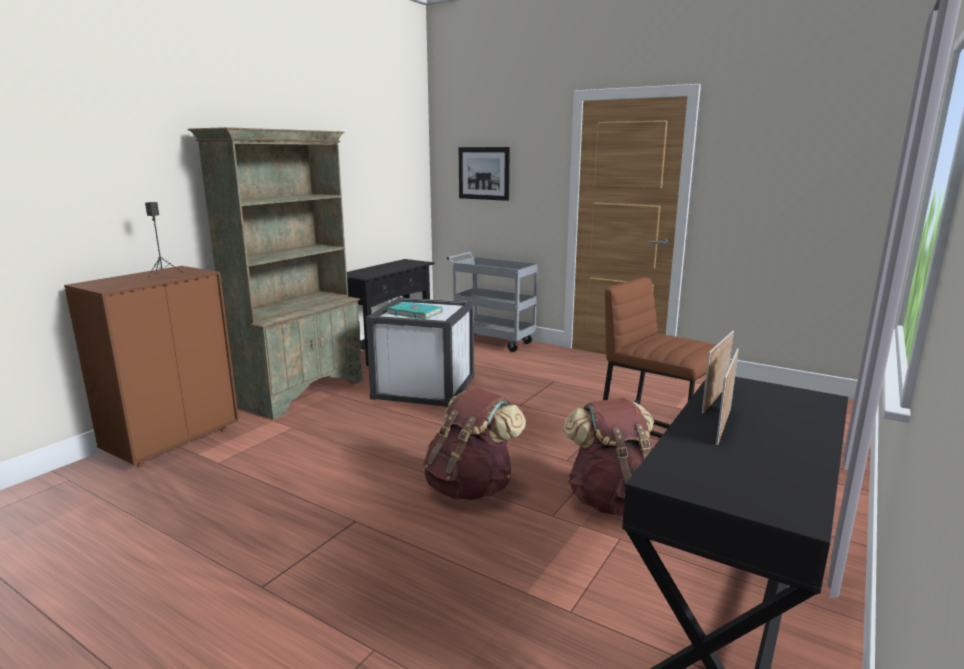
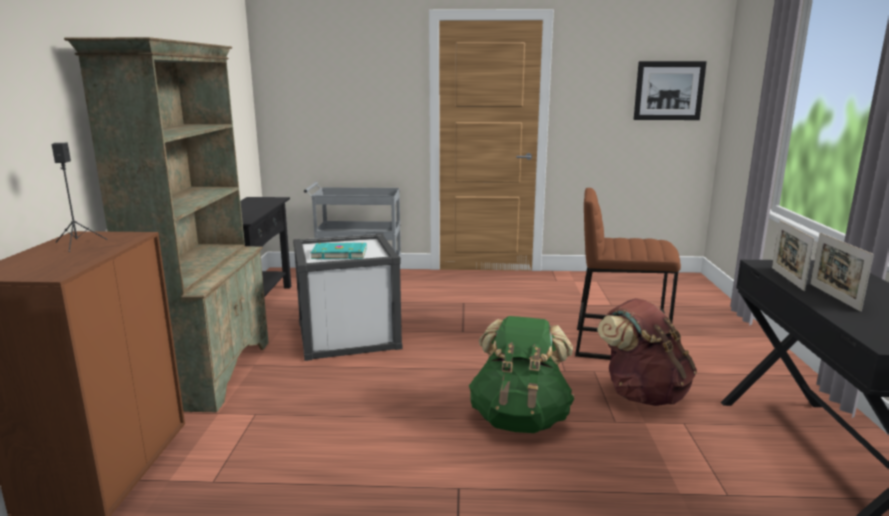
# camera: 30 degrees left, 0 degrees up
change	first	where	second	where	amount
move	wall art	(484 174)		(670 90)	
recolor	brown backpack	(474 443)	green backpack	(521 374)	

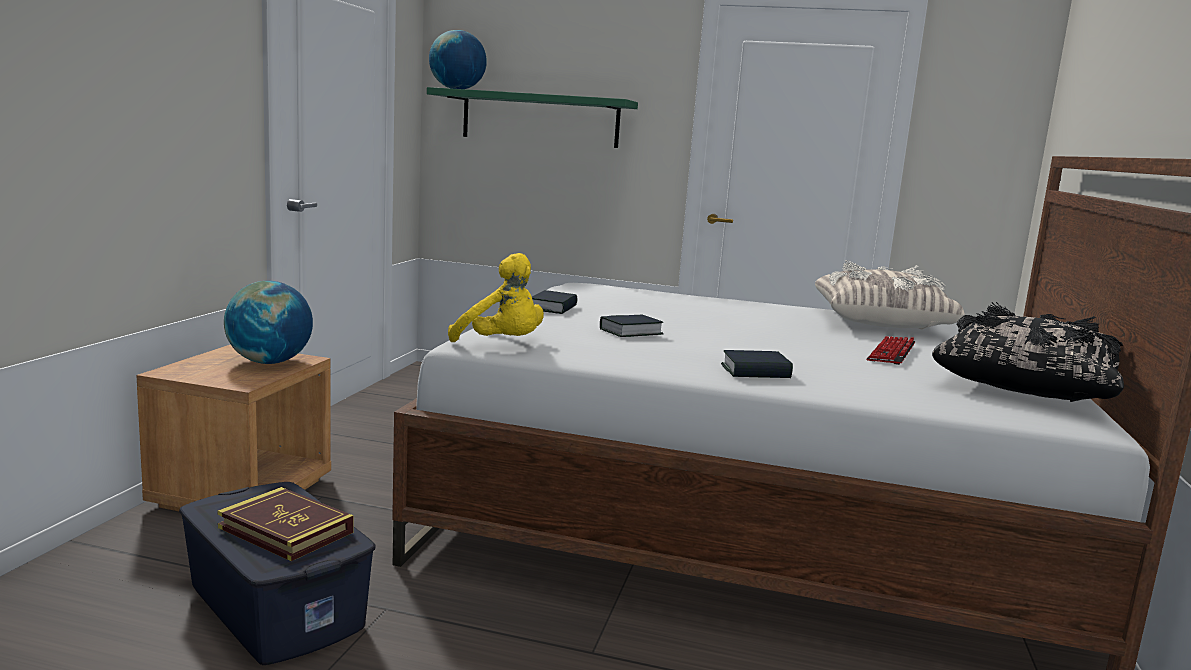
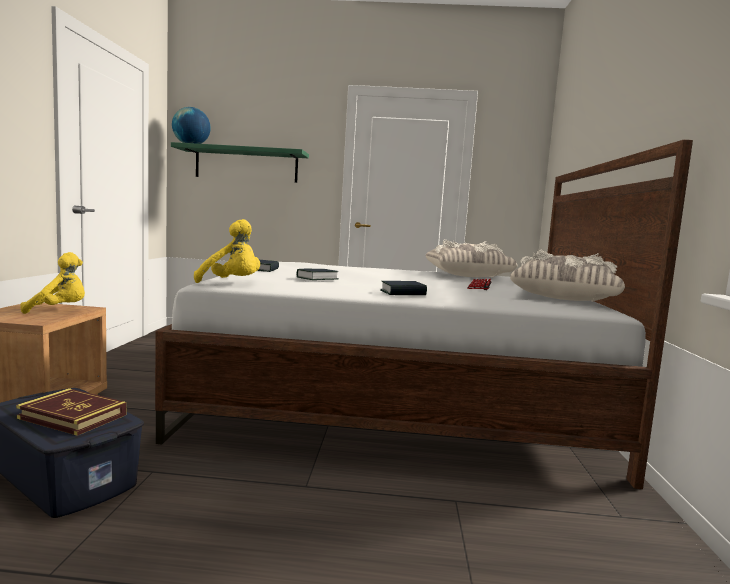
# camera: 10 degrees left, 5 degrees down
change	first	where	second	where	amount
replace	globe	(268 322)	yellow-coloured cuddly toy	(52 283)	
recolor	blackish pillow	(1028 352)	beige pillow	(567 275)	

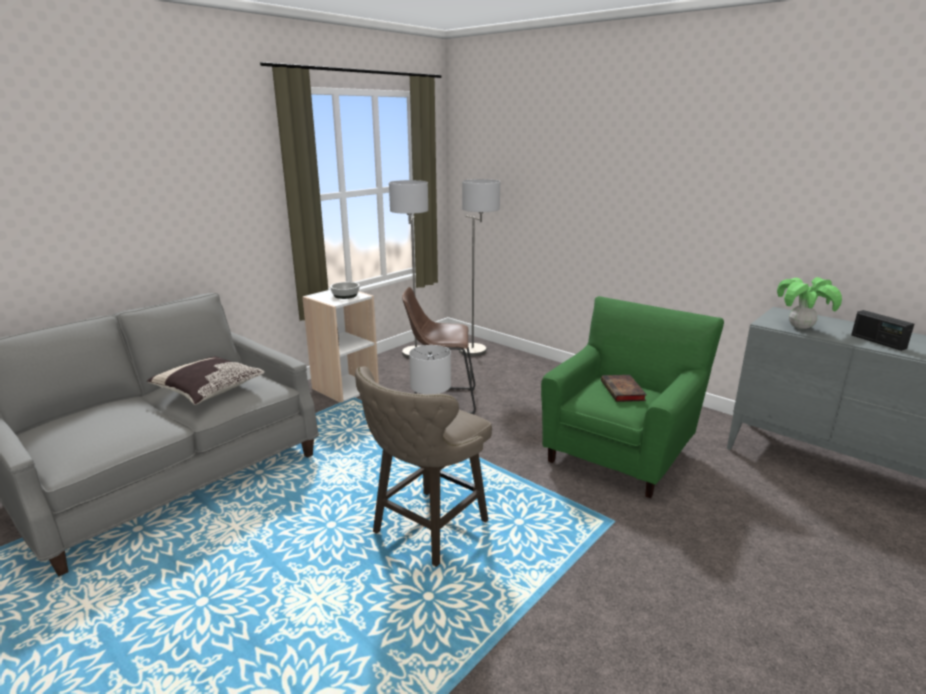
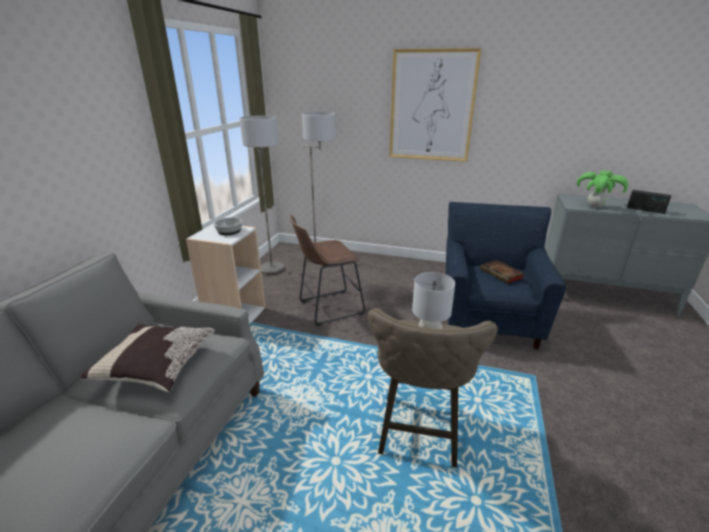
# camera: 25 degrees left, 5 degrees up
change	first	where	second	where	amount
insert			wall art	(435 105)	
recolor	green easy chair	(632 397)	blue easy chair	(506 275)	

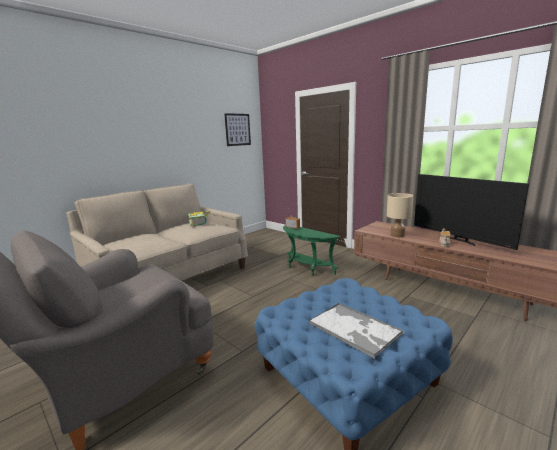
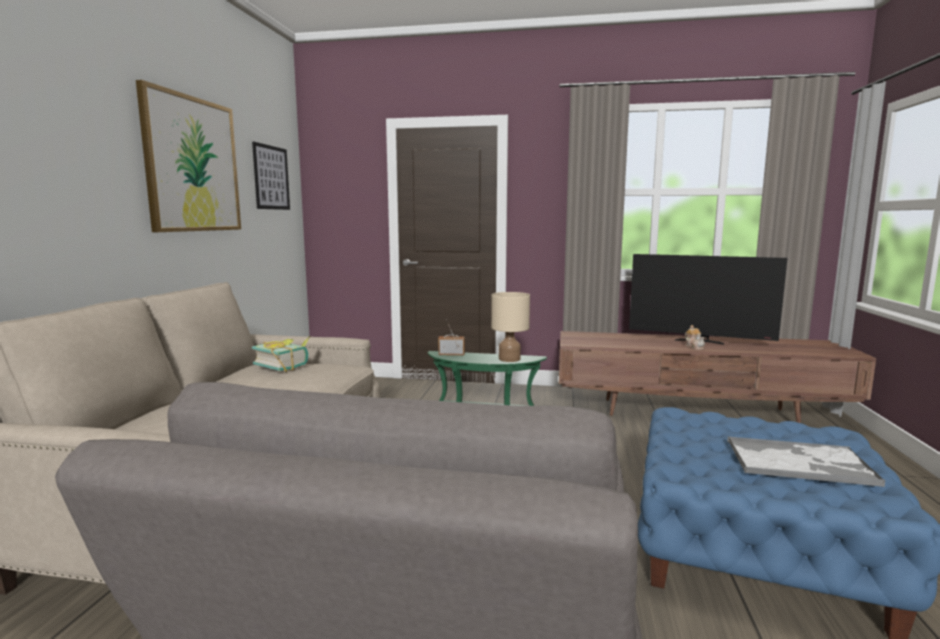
# camera: 35 degrees left, 5 degrees down
change	first	where	second	where	amount
insert			wall art	(188 156)	
move	beige tabletop lamp	(400 215)		(510 327)	

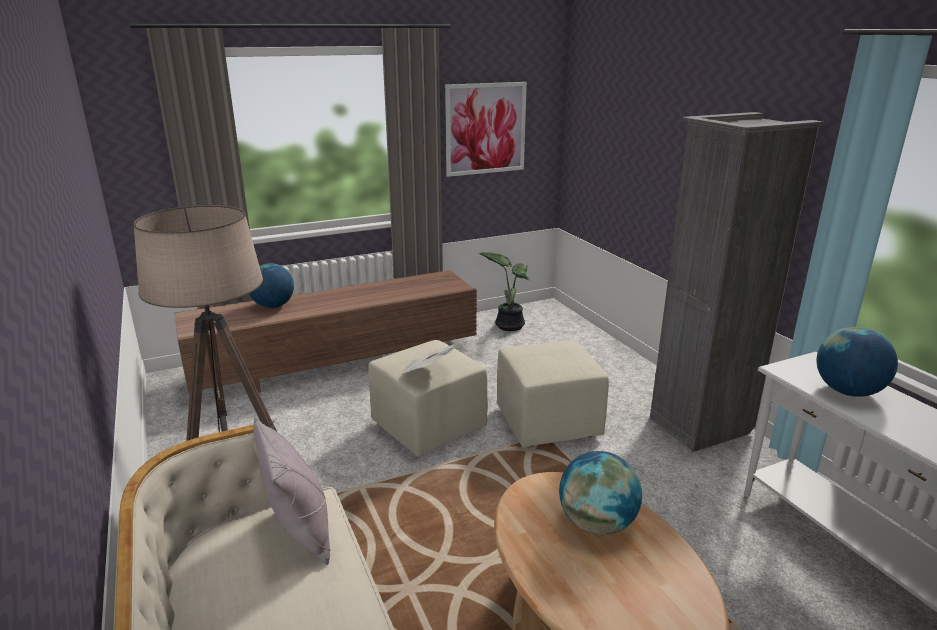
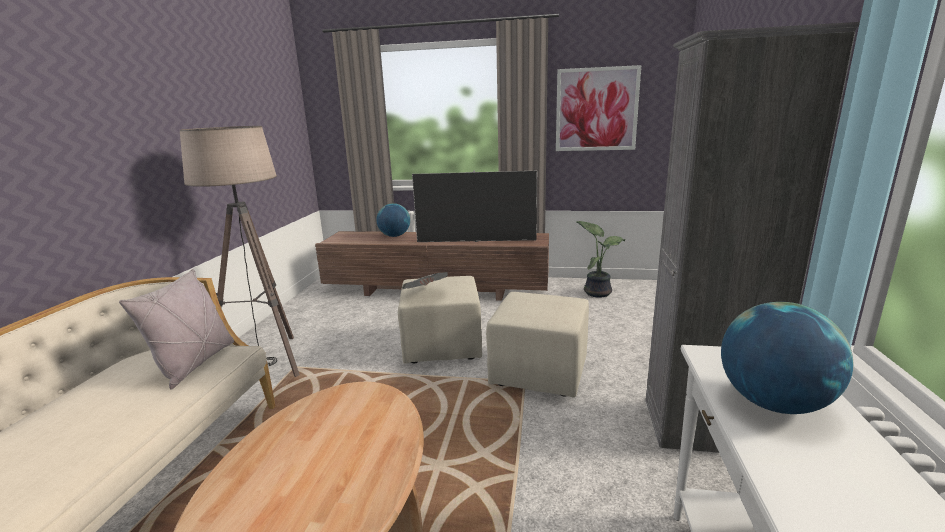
# camera: 35 degrees right, 5 degrees down
change	first	where	second	where	amount
delete	globe	(600 493)			
insert			TV set	(474 206)	

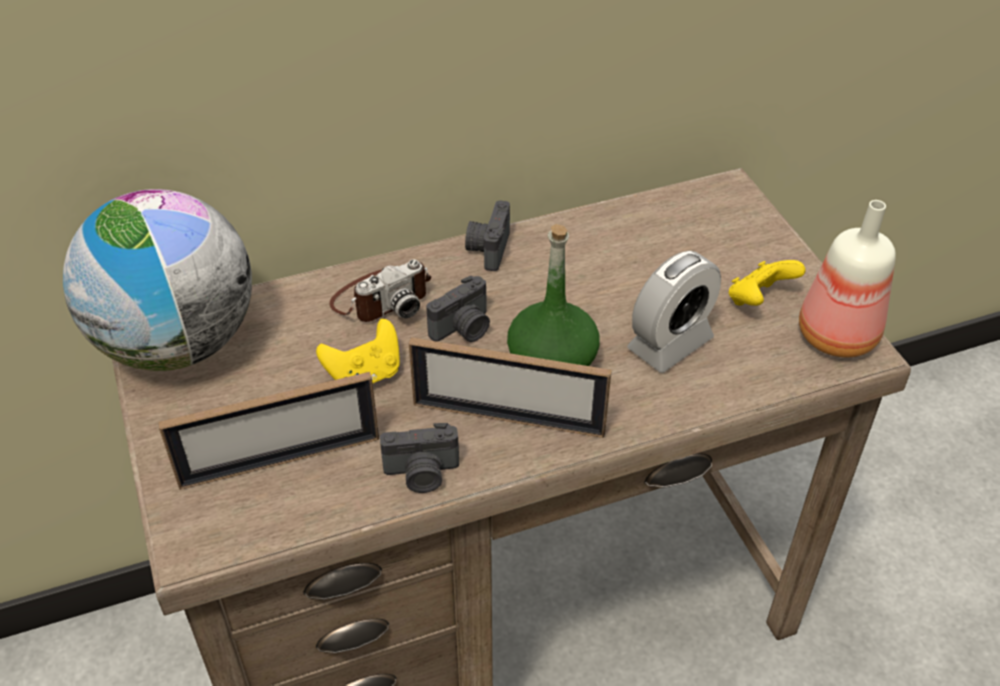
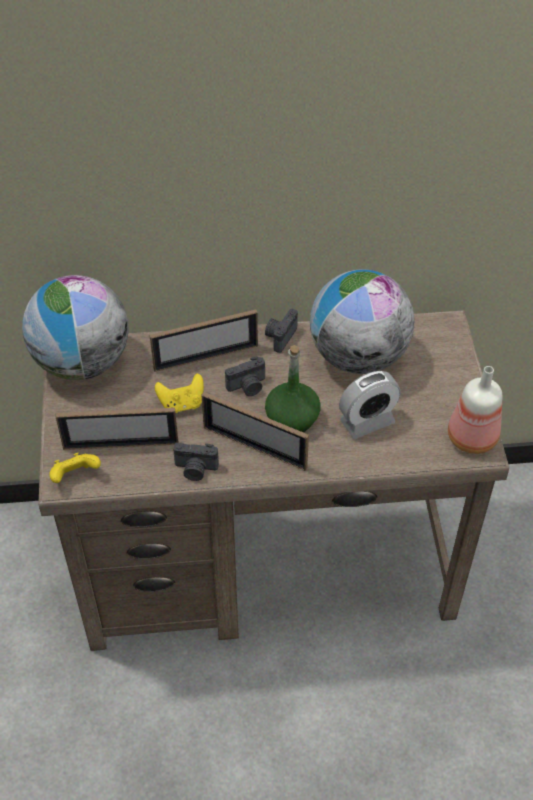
# camera: 15 degrees right, 5 degrees up
change	first	where	second	where	amount
insert			globe	(362 321)	
move	yellow-coloured game controller	(767 283)		(75 468)	
replace	still camera	(380 290)	picture frame	(203 340)	

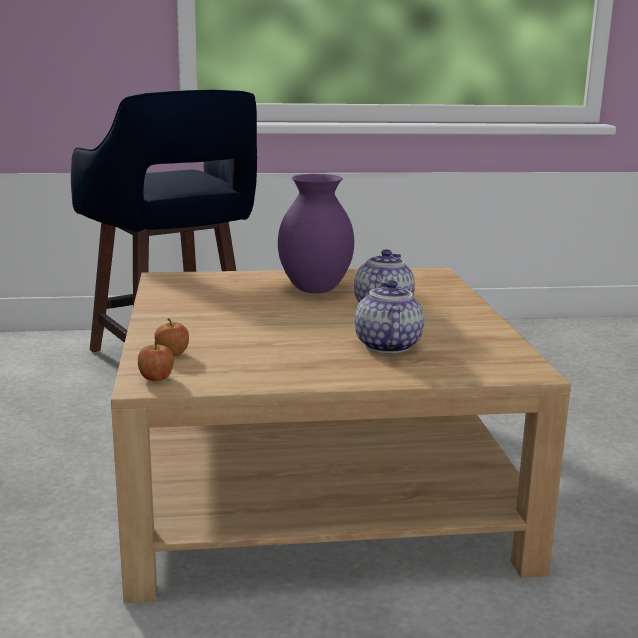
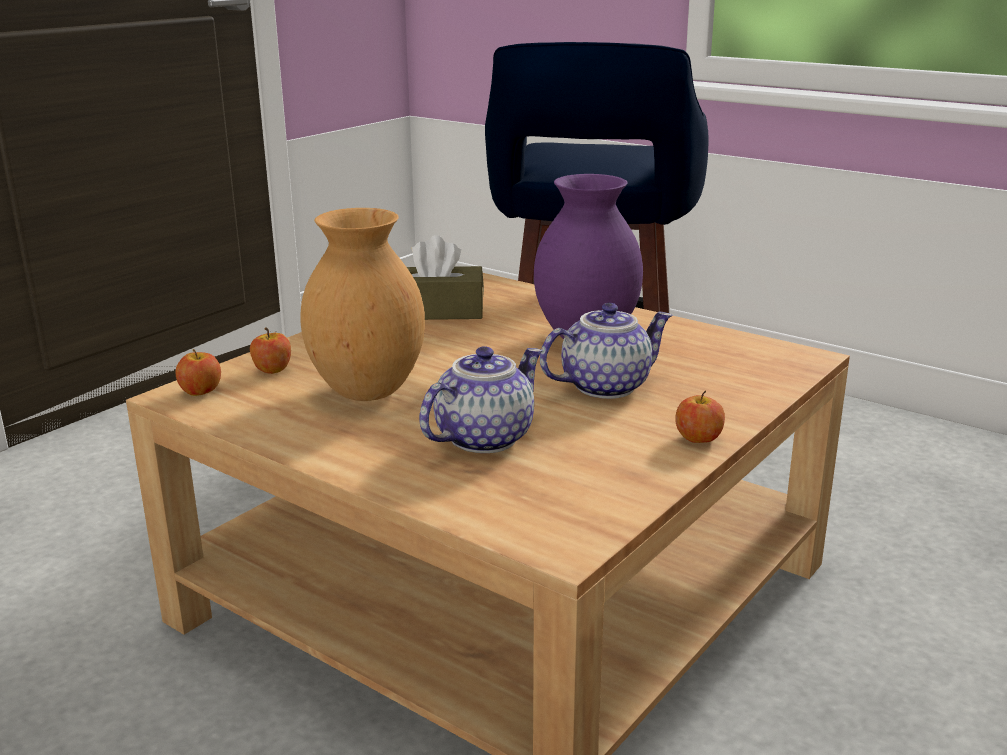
# camera: 45 degrees right, 5 degrees up
change	first	where	second	where	amount
insert			brown flower vase	(362 304)	
insert			brown tissue box	(445 277)	
insert			apple fruit	(700 416)	

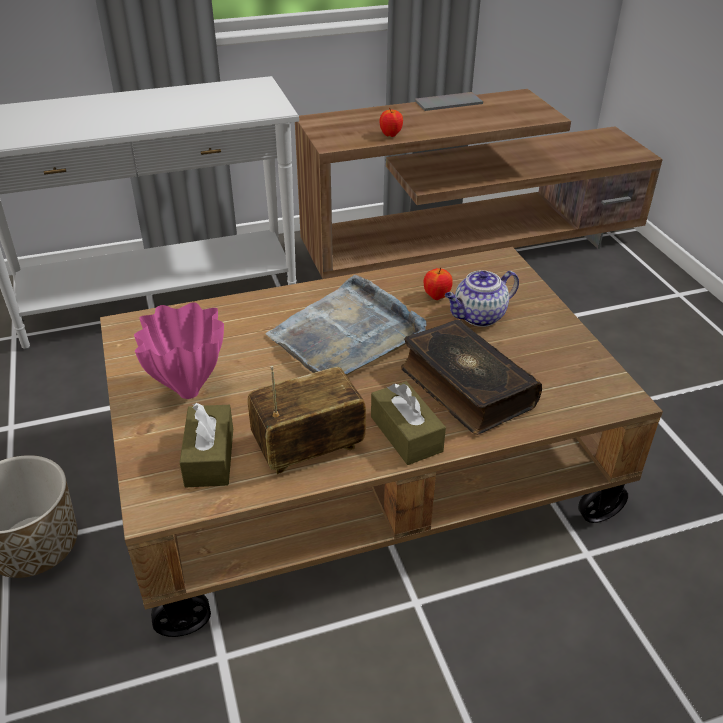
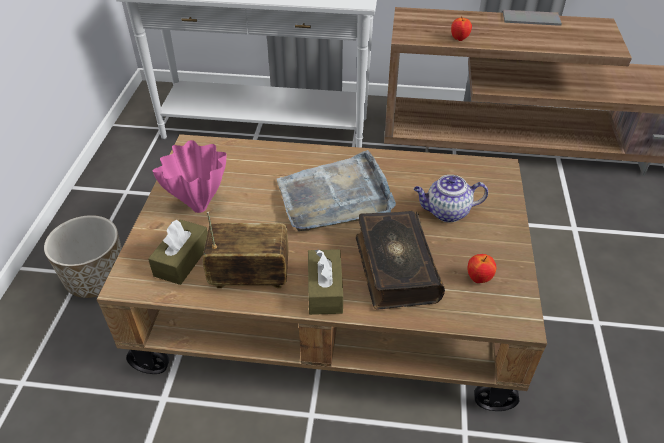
# camera: 25 degrees right, 5 degrees up
change	first	where	second	where	amount
move	apple fruit	(438 283)		(482 268)	

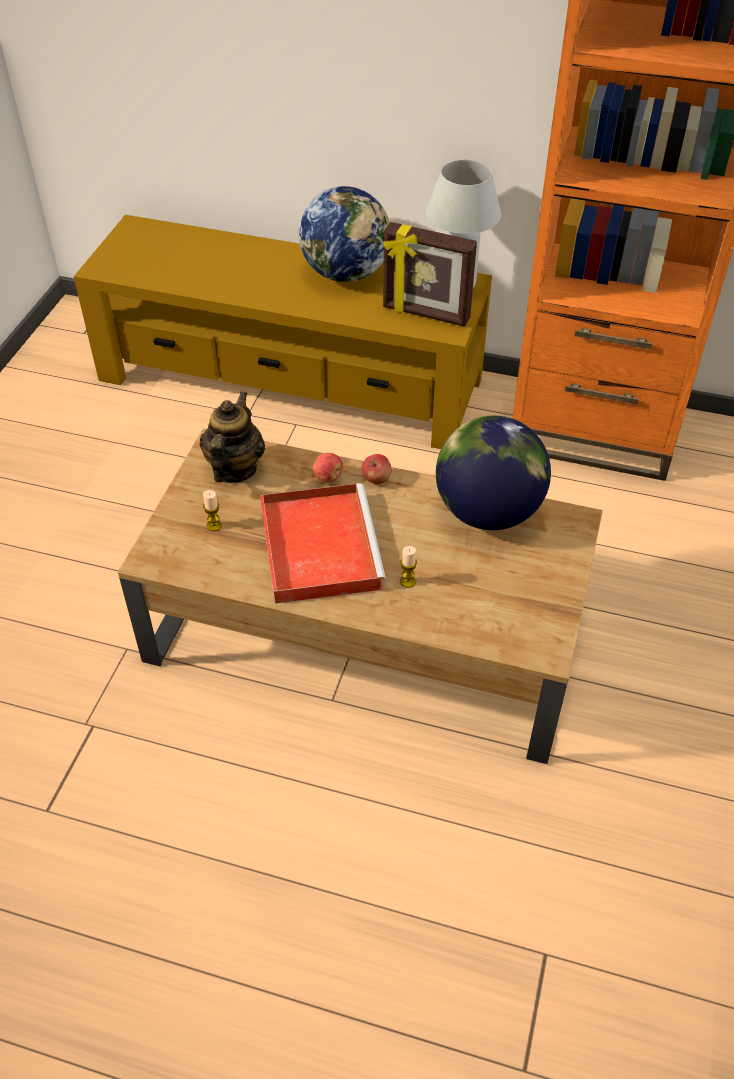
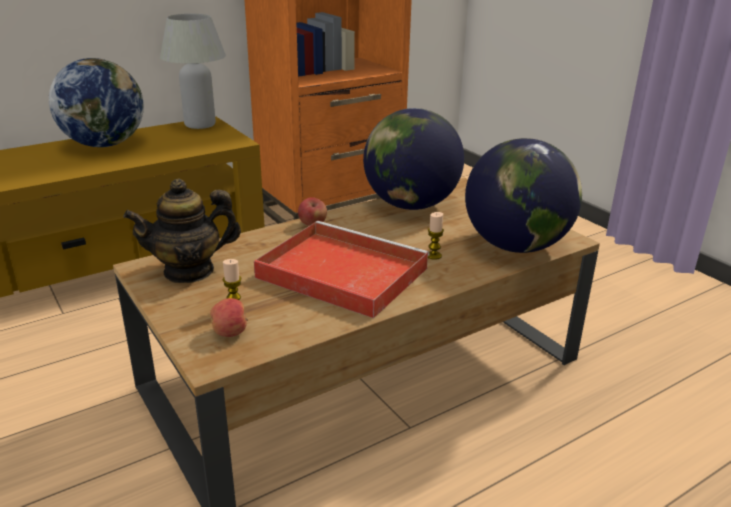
# camera: 50 degrees left, 20 degrees down
change	first	where	second	where	amount
delete	picture frame	(430 274)			
insert			globe	(523 195)	
move	apple fruit	(328 467)		(229 317)	
rotate	tea pot	(232 437)		(182 230)	75 degrees counterclockwise

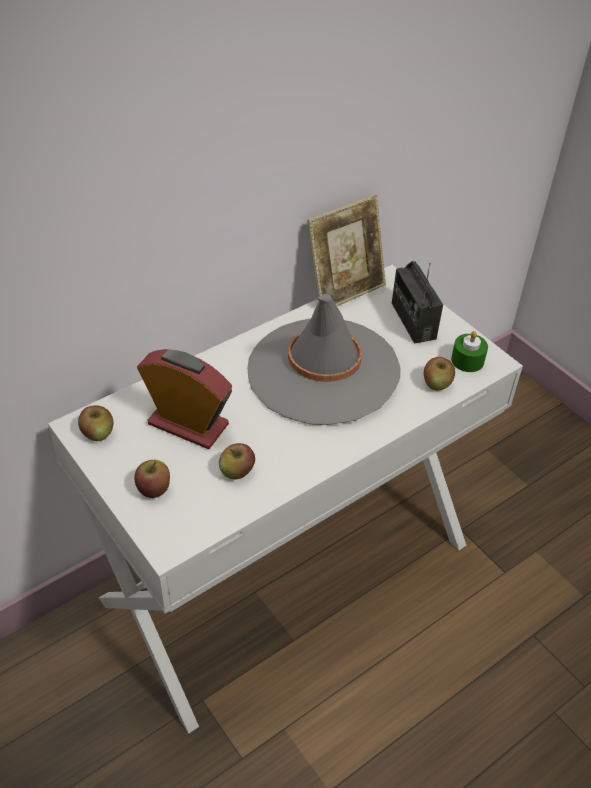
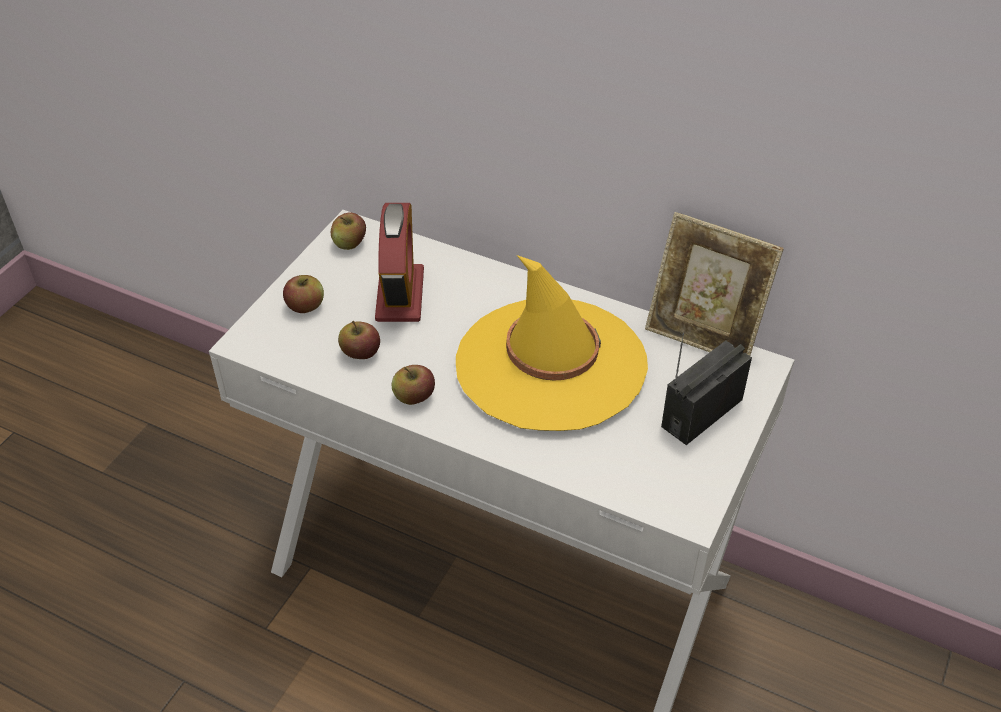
# camera: 65 degrees right, 0 degrees up
change	first	where	second	where	amount
delete	green candle	(469 351)			
move	apple fruit	(439 374)		(413 385)	
recolor	grey wearable hat	(324 359)	yellow-coloured wearable hat	(552 343)	

